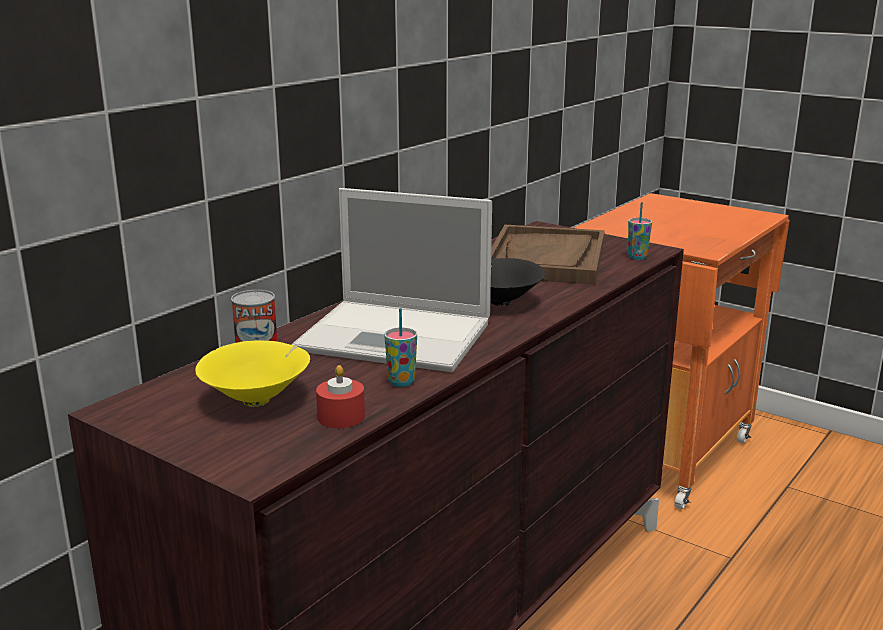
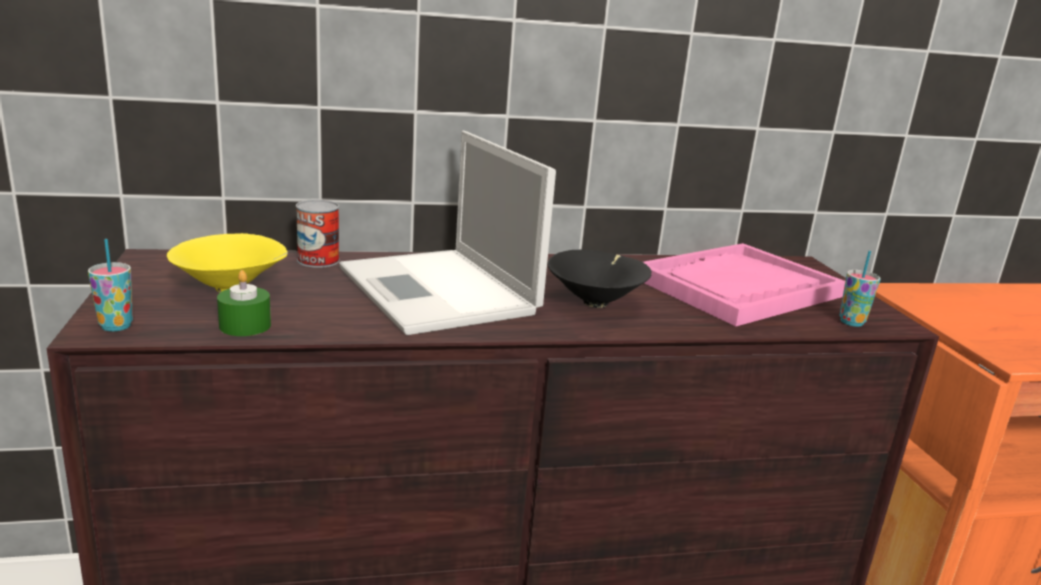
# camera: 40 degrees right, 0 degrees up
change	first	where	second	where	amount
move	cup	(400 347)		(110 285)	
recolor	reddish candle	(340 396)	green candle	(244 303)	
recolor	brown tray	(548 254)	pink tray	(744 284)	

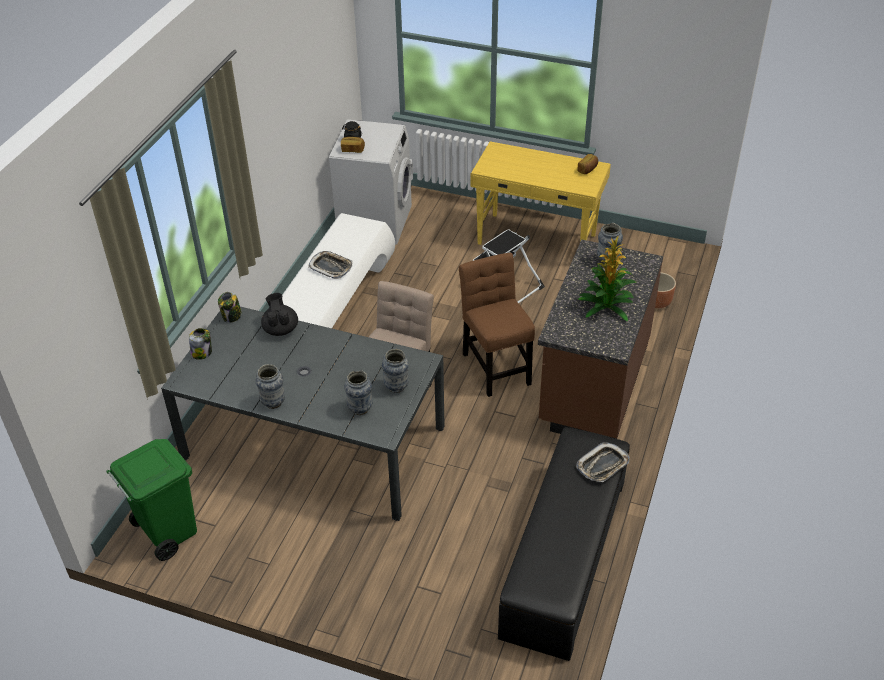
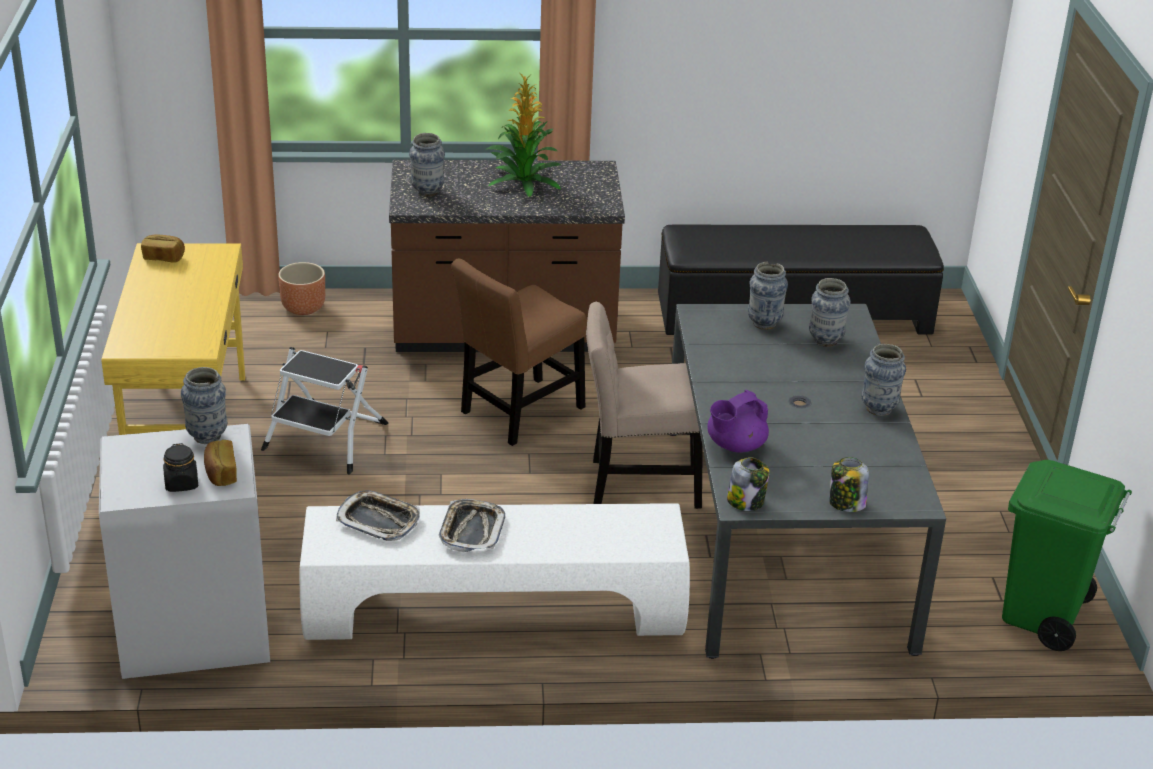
# camera: 115 degrees left, 10 degrees down
change	first	where	second	where	amount
insert			flower vase	(204 405)	
move	tray	(603 462)		(378 515)	
recolor	blackish tea pot	(279 314)	purplish tea pot	(738 421)	

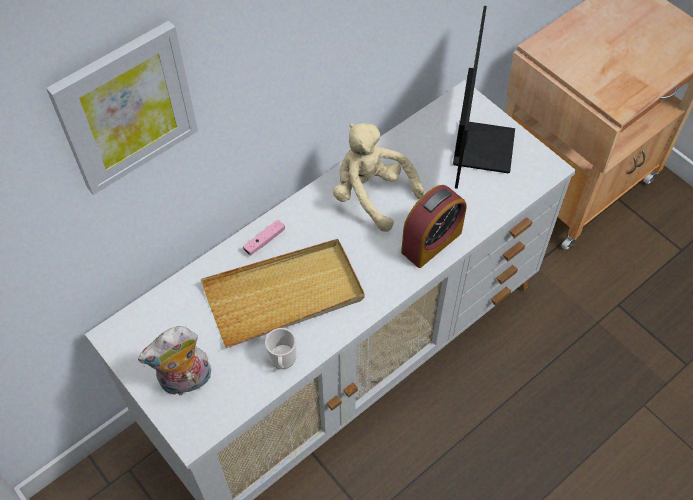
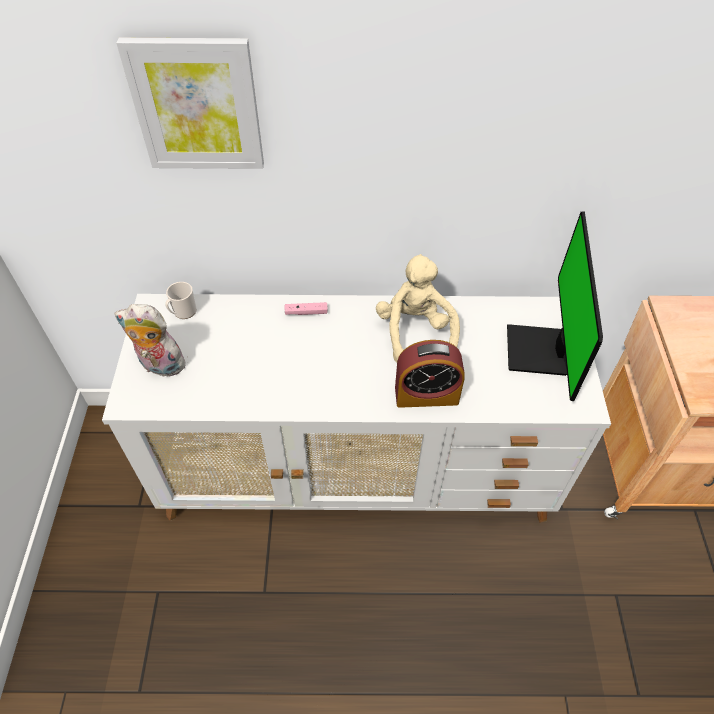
# camera: 40 degrees right, 5 degrees down
change	first	where	second	where	amount
delete	beige tray	(282 293)			
move	coffee mug	(280 348)		(181 300)	
rotate	computer display	(484 97)		(555 306)	135 degrees clockwise

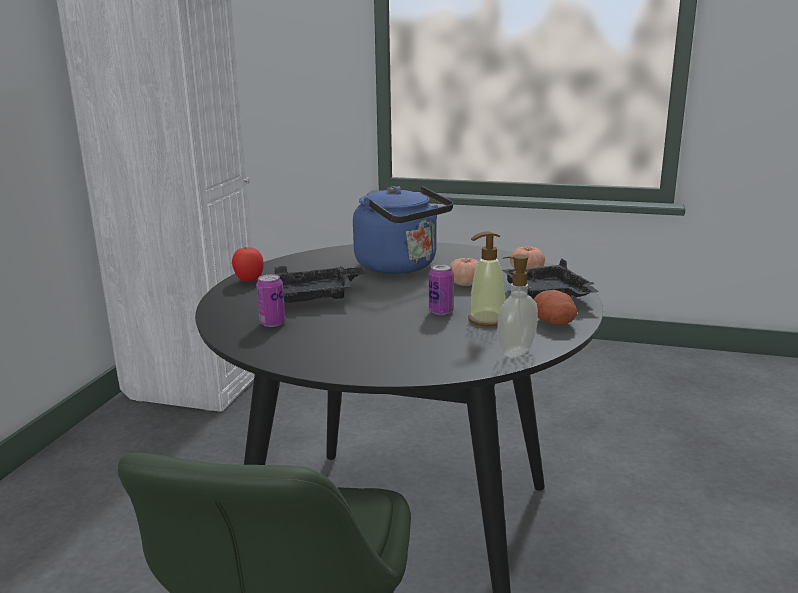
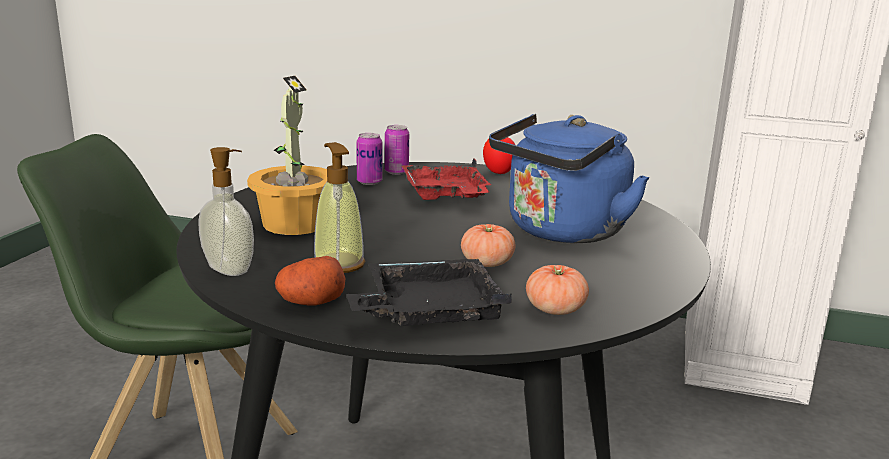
# camera: 90 degrees right, 0 degrees up
change	first	where	second	where	amount
insert			houseplant	(287 155)	
move	can	(441 289)		(397 150)	
recolor	blackish tray	(319 284)	reddish tray	(446 179)	

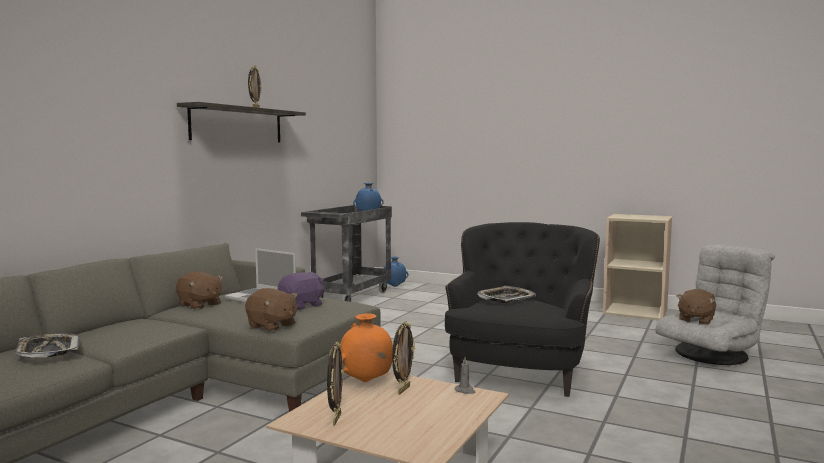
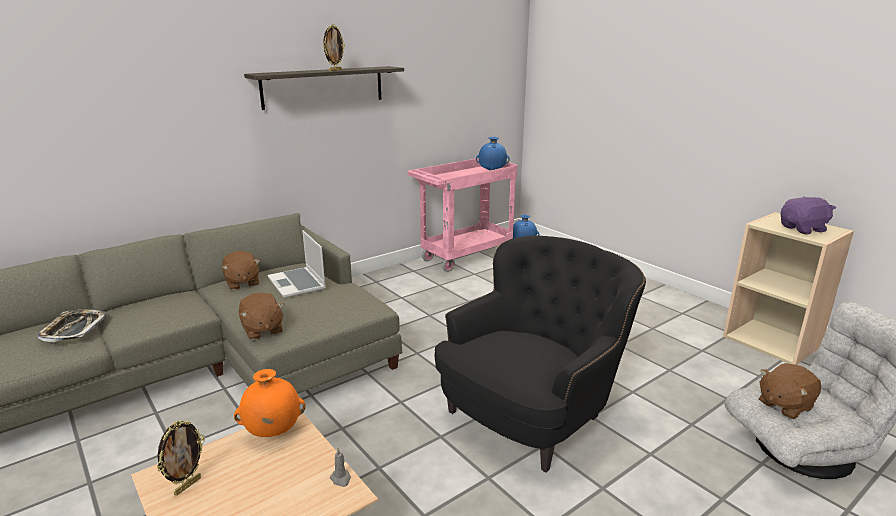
# camera: 25 degrees right, 15 degrees up
change	first	where	second	where	amount
delete	picture frame	(403 358)			
delete	tray	(506 294)			
move	purplish cuddly toy	(301 291)		(808 215)	
recolor	grey wheeled cart	(346 253)	pink wheeled cart	(463 215)	

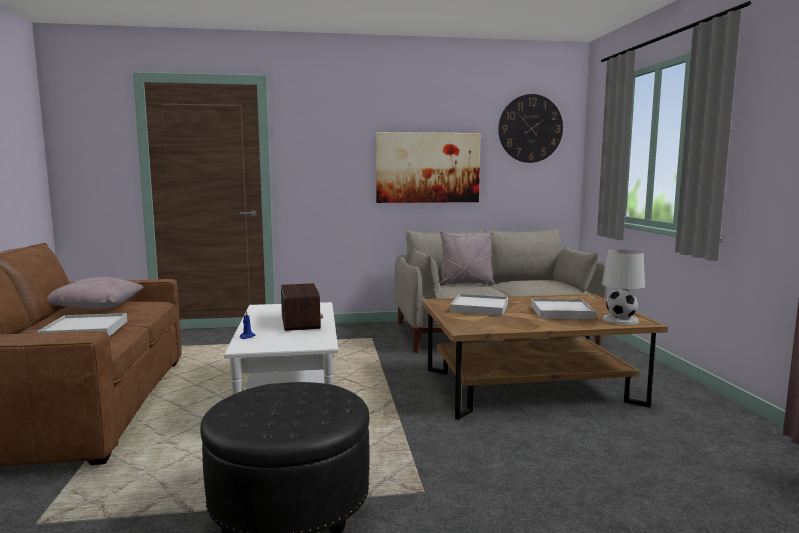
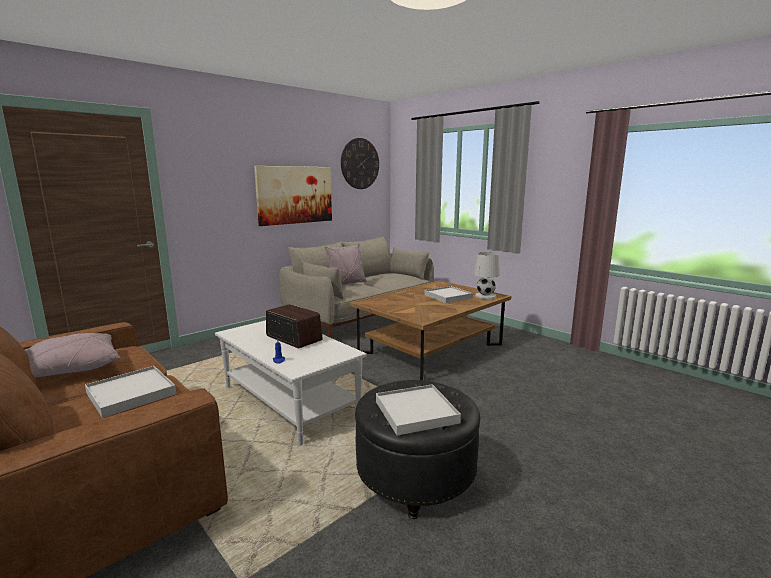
# camera: 35 degrees left, 5 degrees up
change	first	where	second	where	amount
move	white-coloured tray	(479 305)		(418 409)	

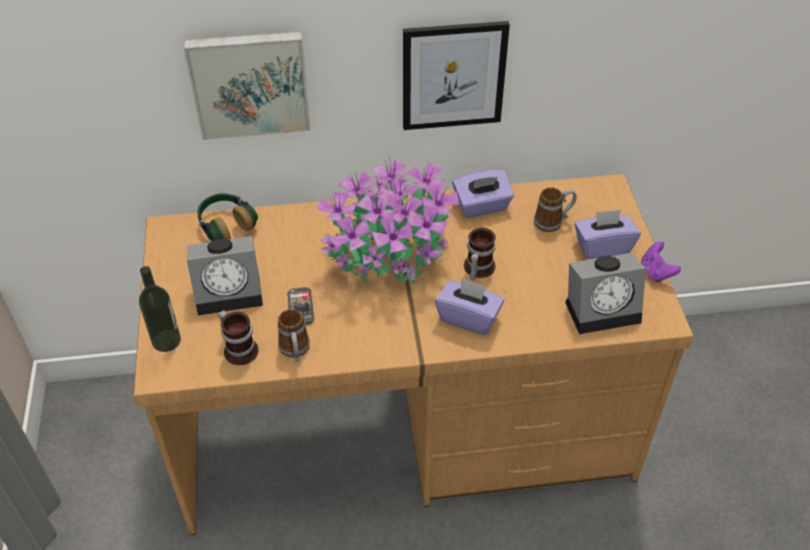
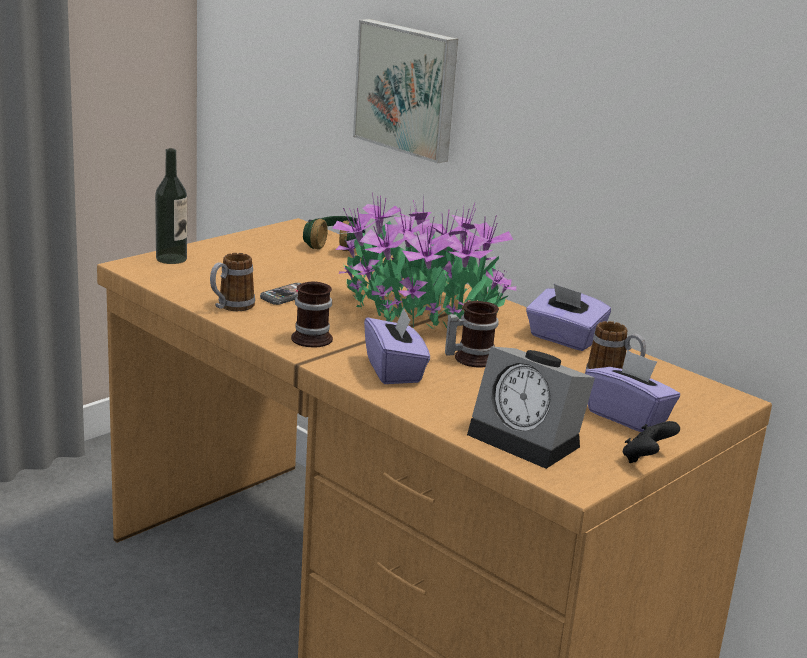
# camera: 50 degrees right, 25 degrees down
change	first	where	second	where	amount
delete	bedside clock	(225 275)			
delete	wall art	(456 75)			
move	coffee mug	(238 337)		(312 314)	
recolor	purplish game controller	(661 261)	blackish game controller	(651 442)	

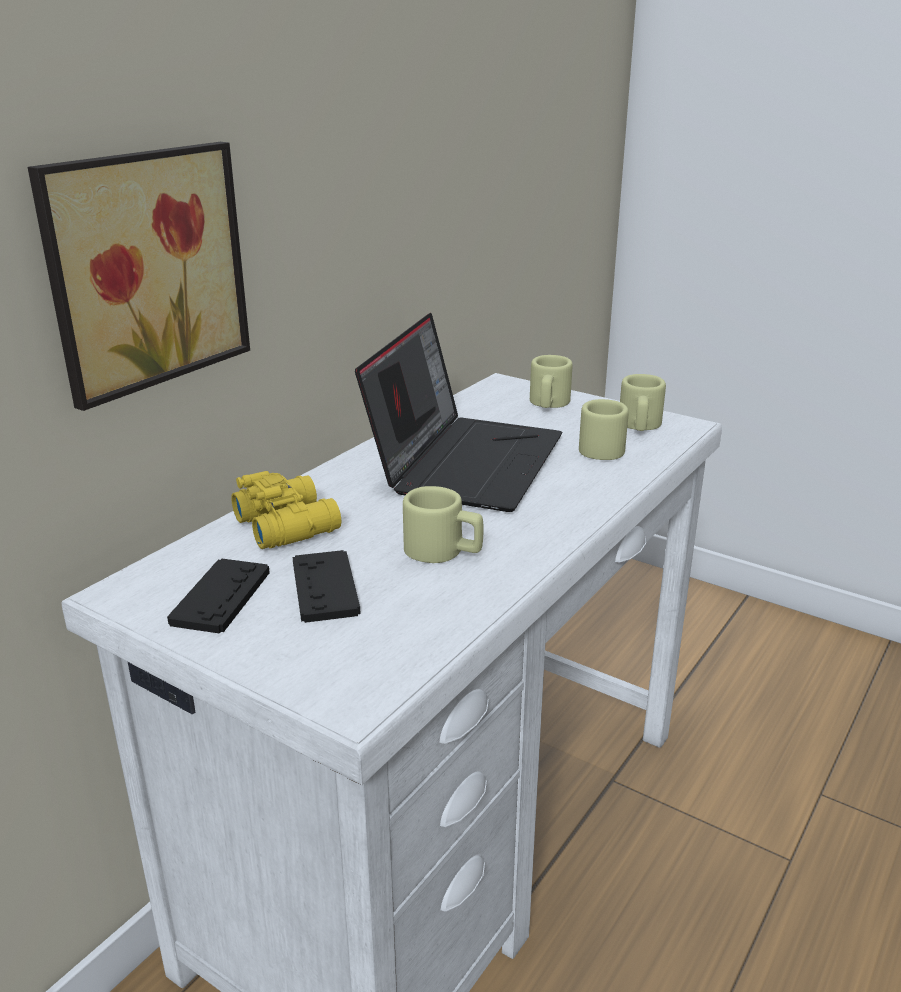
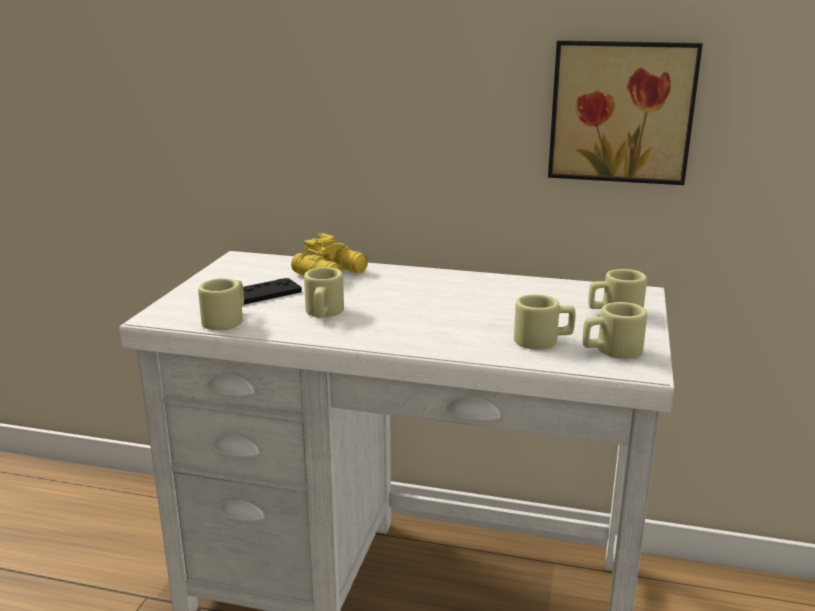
# camera: 70 degrees right, 5 degrees down
change	first	where	second	where	amount
delete	blackish game controller	(218 596)			
delete	notebook computer	(458 412)			
insert			beige coffee mug	(221 304)	
move	wall art	(139 276)		(625 112)	

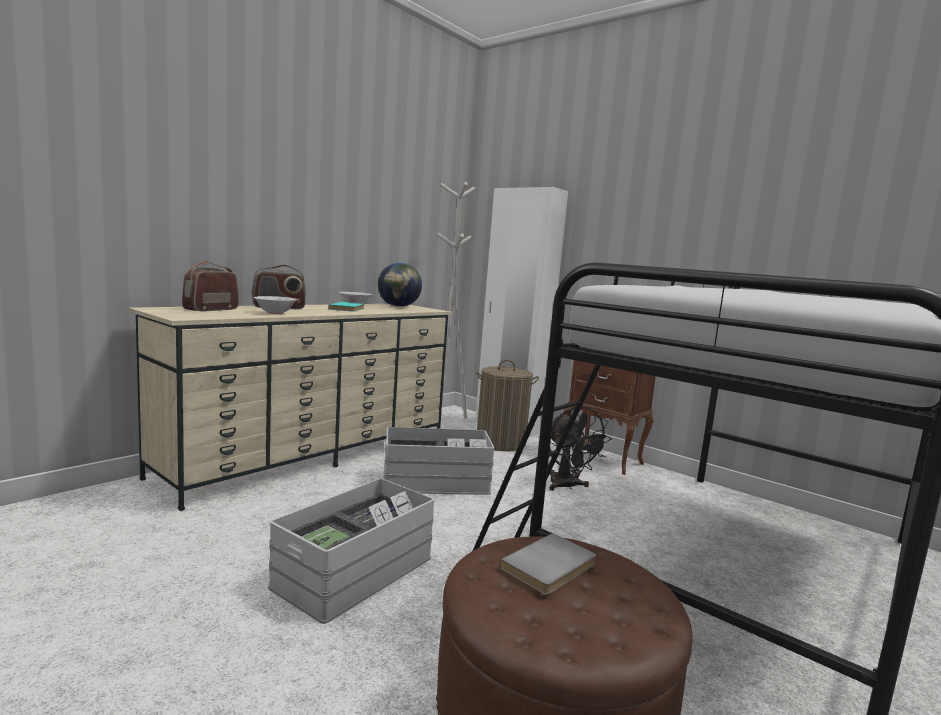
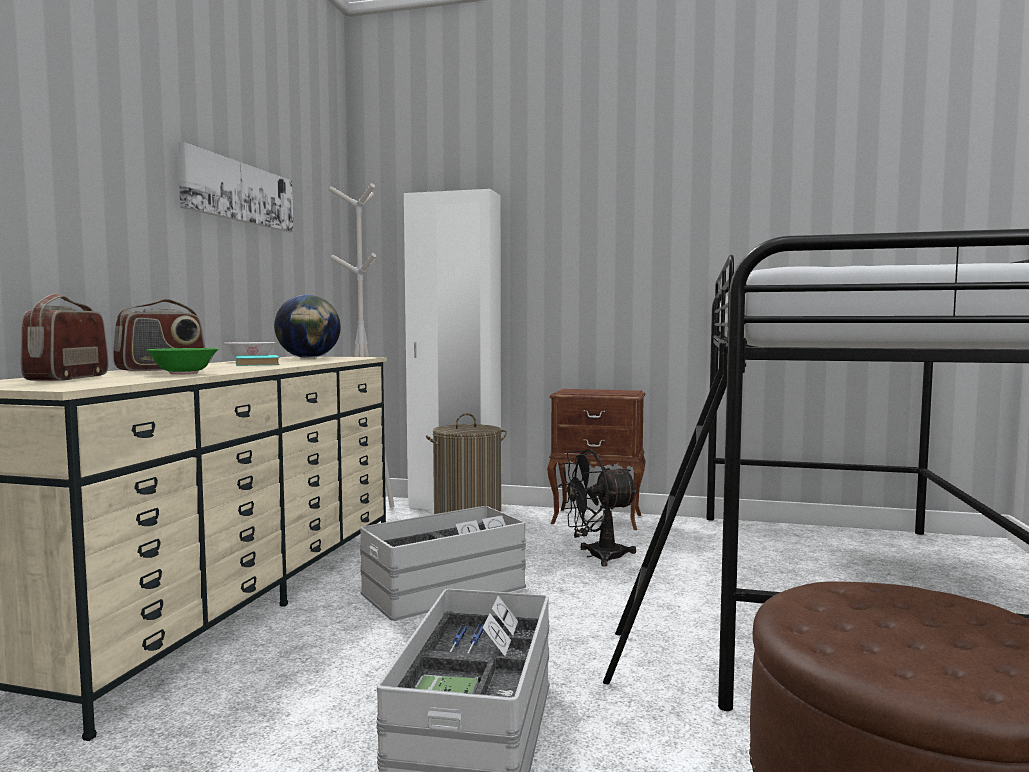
# camera: 25 degrees left, 5 degrees down
change	first	where	second	where	amount
delete	grey bound book	(548 564)			
insert			wall art	(235 187)	
recolor	white-coloured bowl	(275 305)	green bowl	(182 361)	
rotate	blackish electric fan	(580 448)		(598 508)	120 degrees clockwise

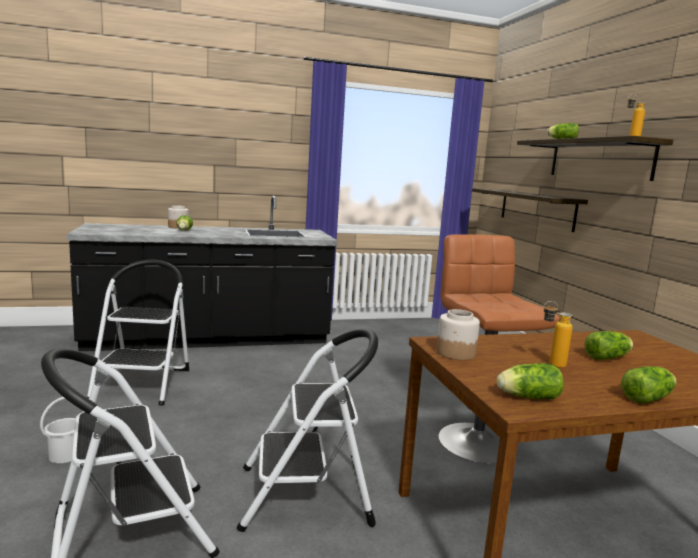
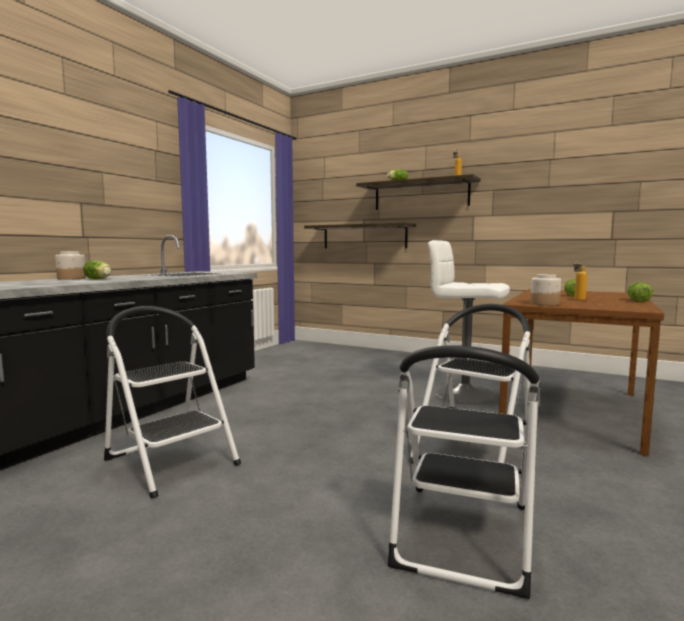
# camera: 45 degrees left, 5 degrees down
change	first	where	second	where	amount
delete	white-coloured water bucket	(62 430)			
delete	lettuce head	(530 381)			
recolor	brown stool	(498 349)	white-coloured stool	(469 321)	

